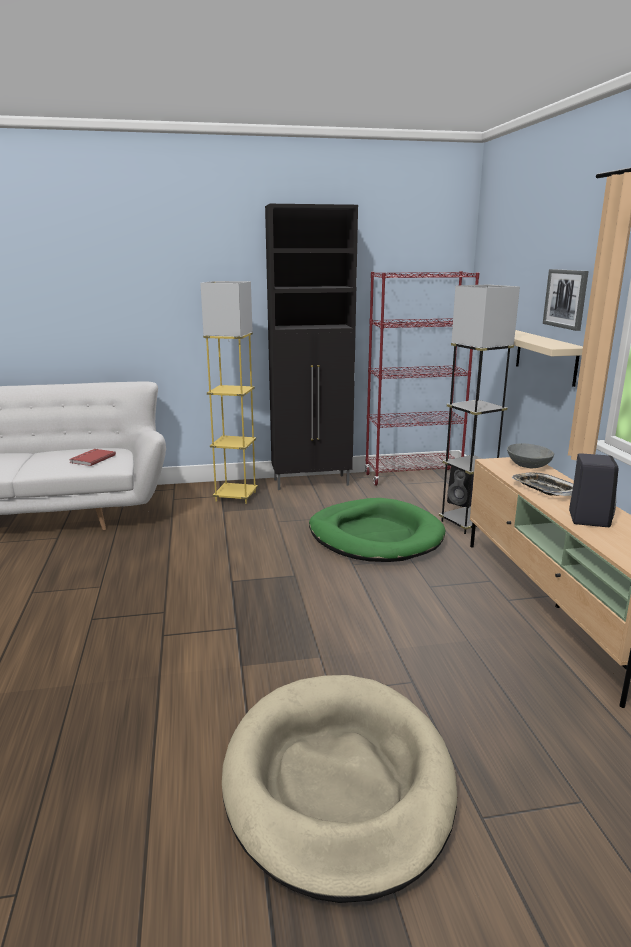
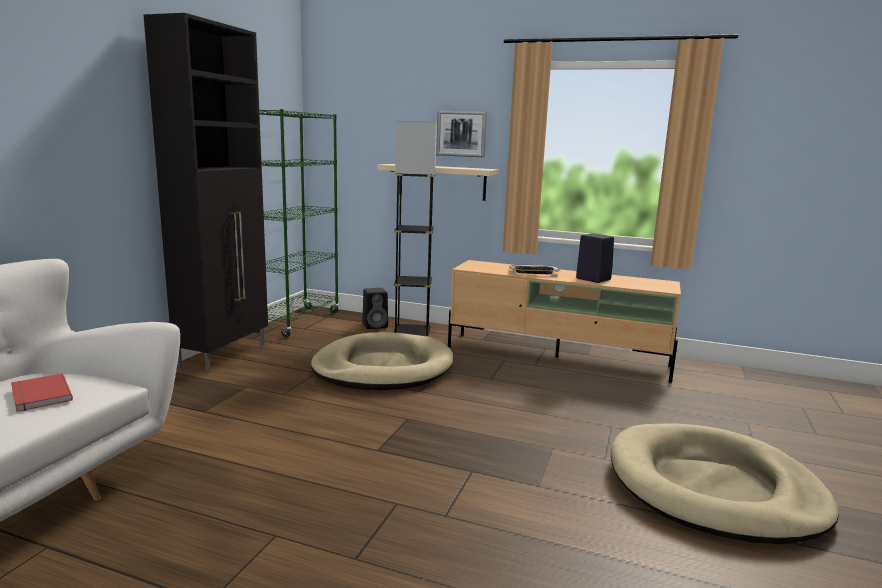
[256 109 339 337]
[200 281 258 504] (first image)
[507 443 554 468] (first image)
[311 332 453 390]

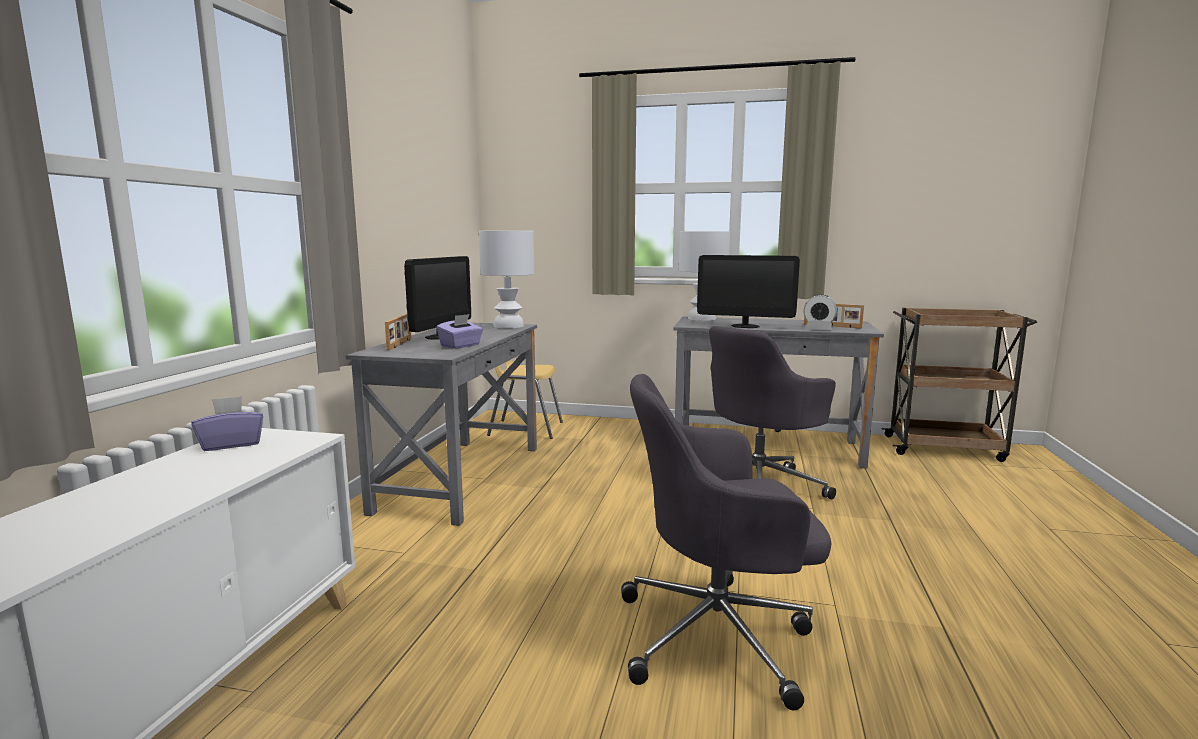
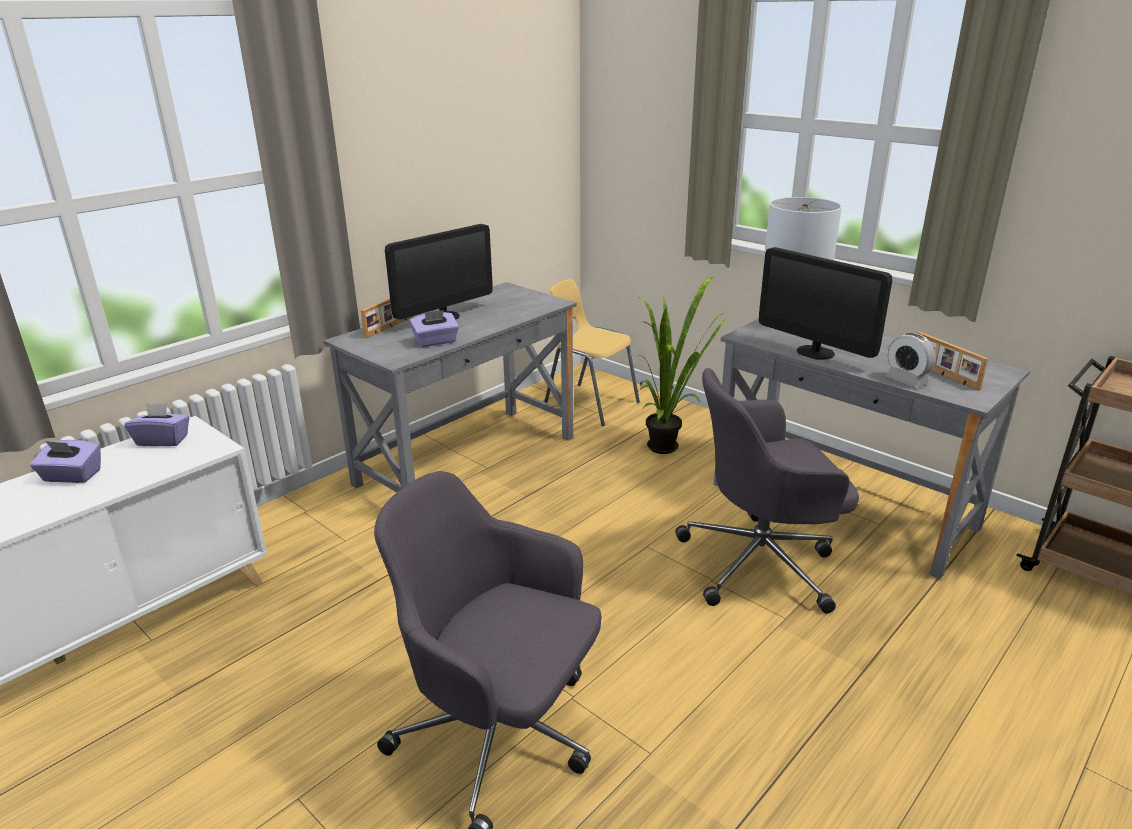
[479 231 535 329] (first image)
[638 276 726 454]
[30 440 101 483]

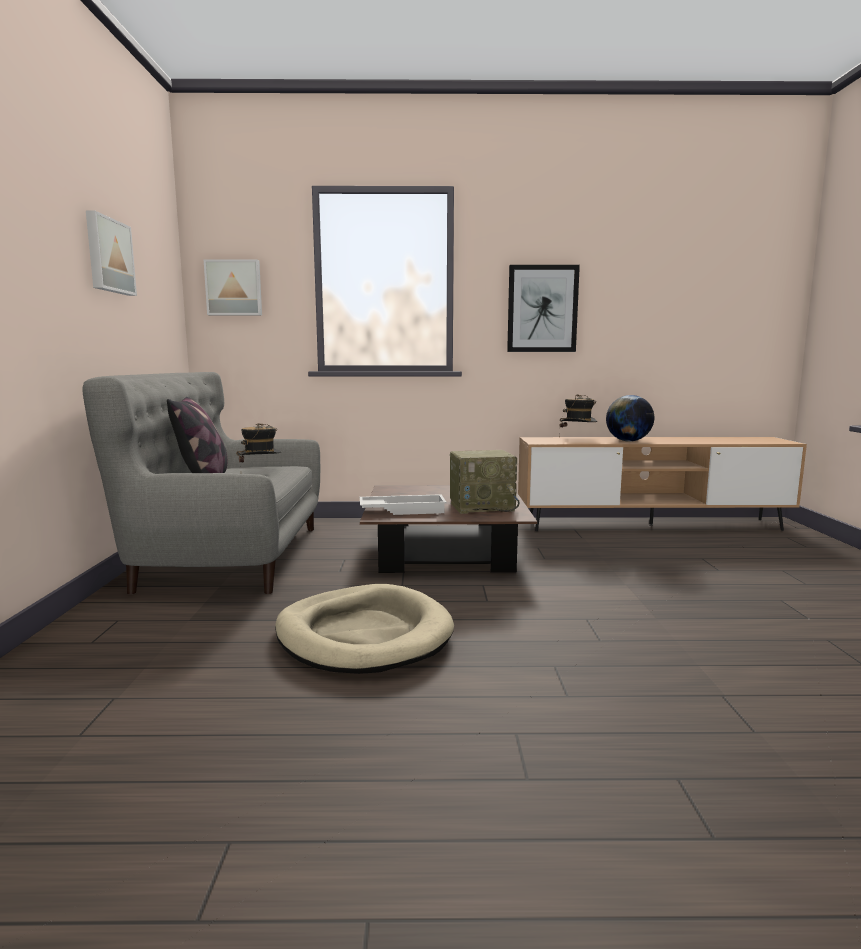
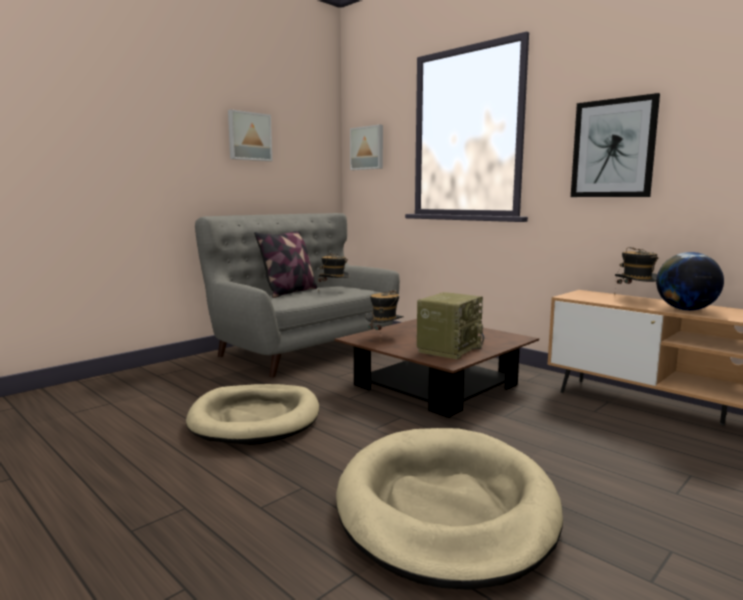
[417 292 484 359]
[366 291 404 342]
[336 428 563 590]

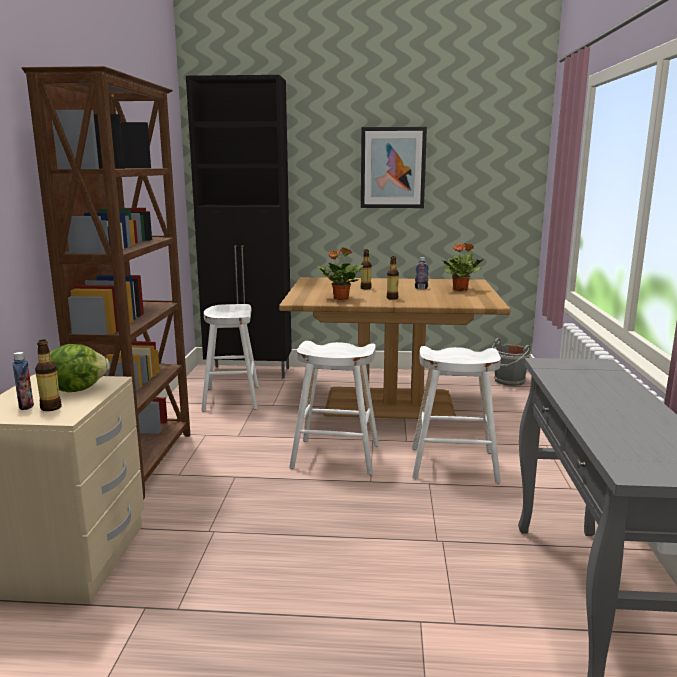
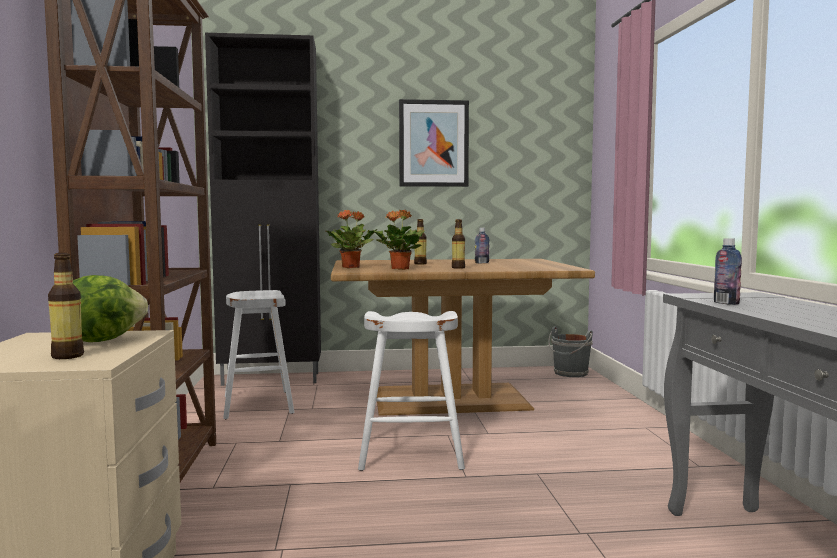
[326 210 377 268]
[412 346 501 483] (first image)
[714 238 742 305]

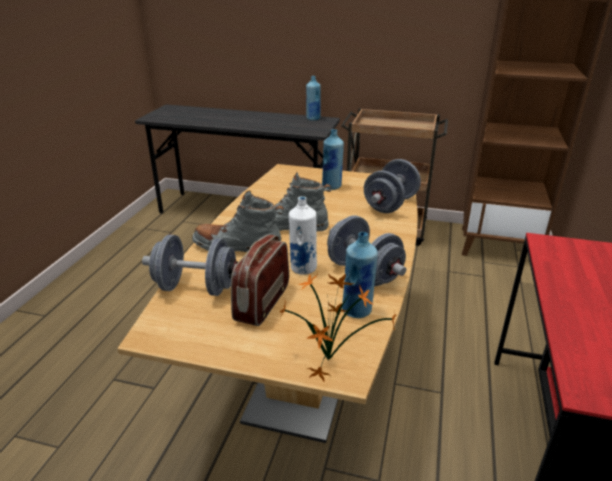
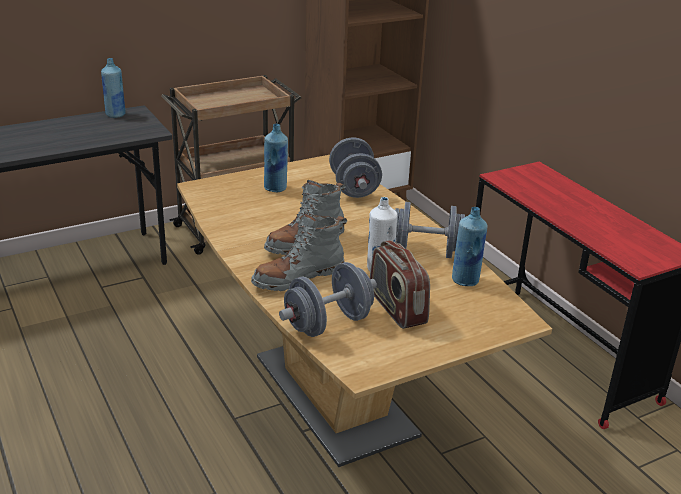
[277 274 397 382] (first image)

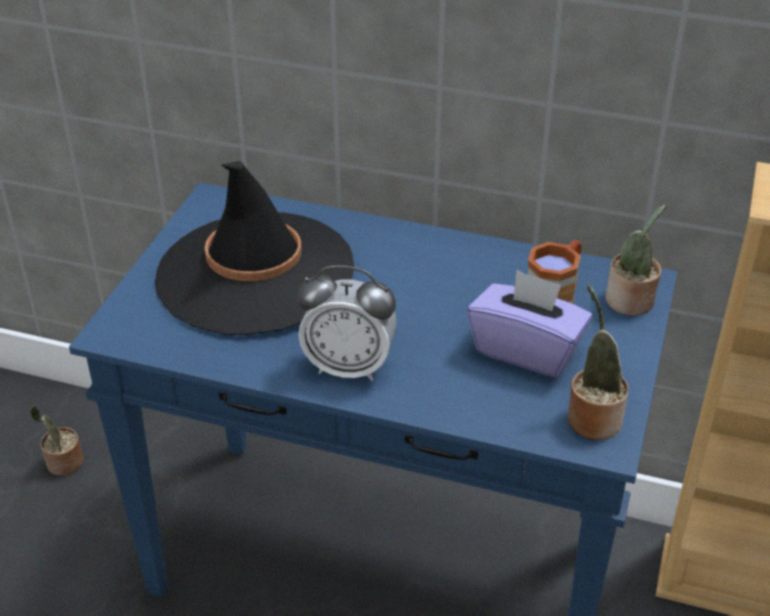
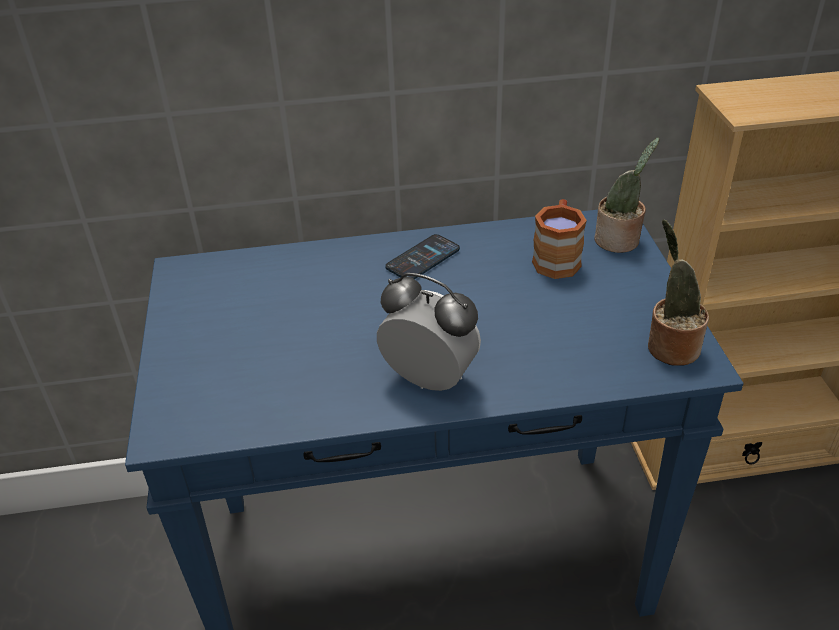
[155 161 354 335] (first image)
[377 273 481 391]
[467 270 592 377] (first image)
[30 405 83 476] (first image)
[385 234 460 279]

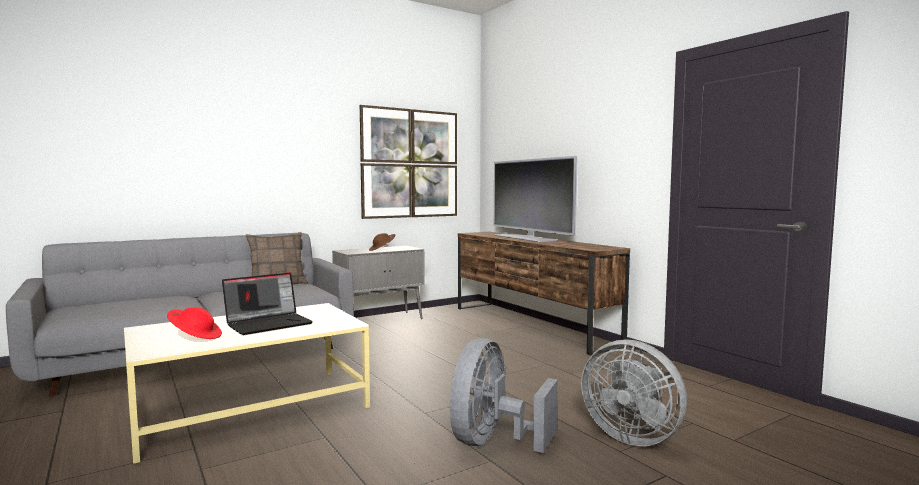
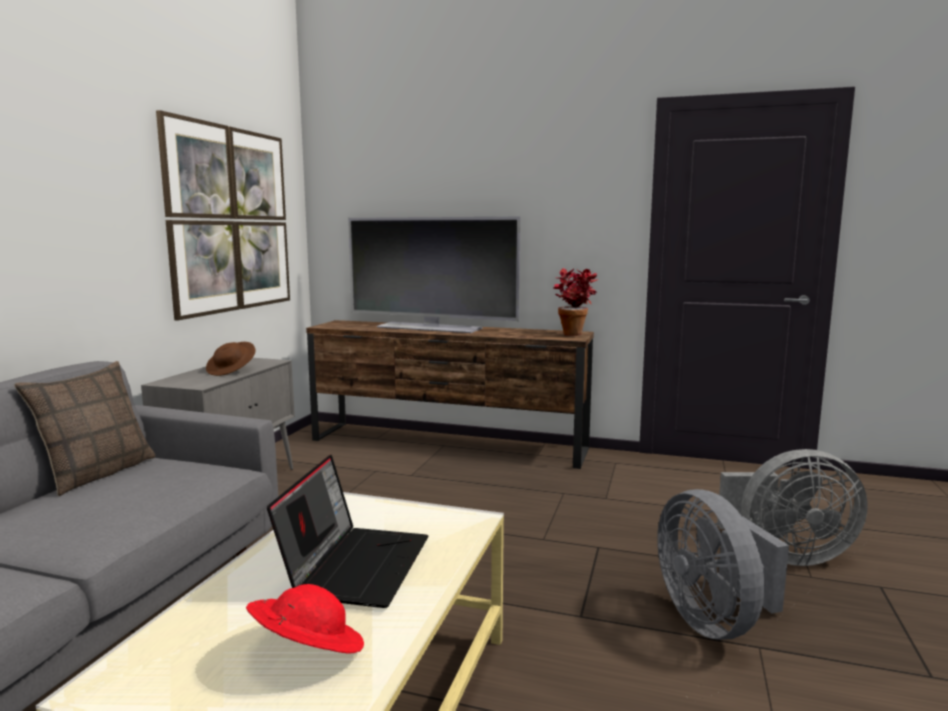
[553 268 597 336]

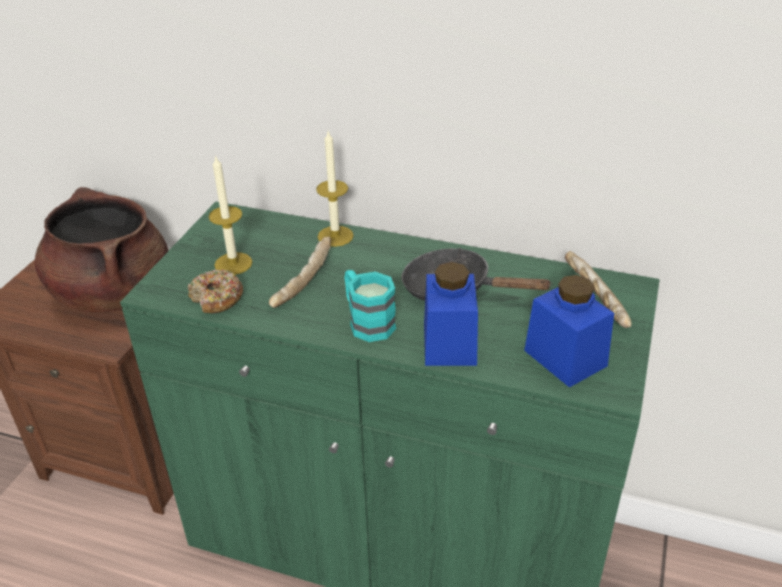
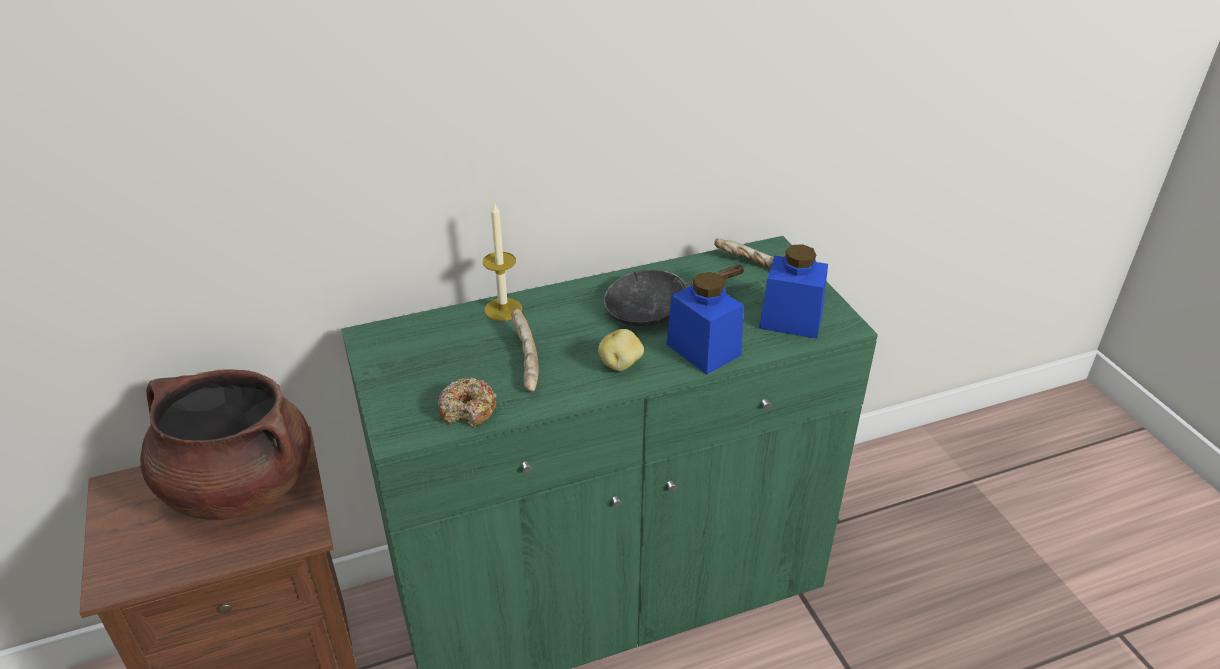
[208 155 252 275] (first image)
[598 329 644 371]

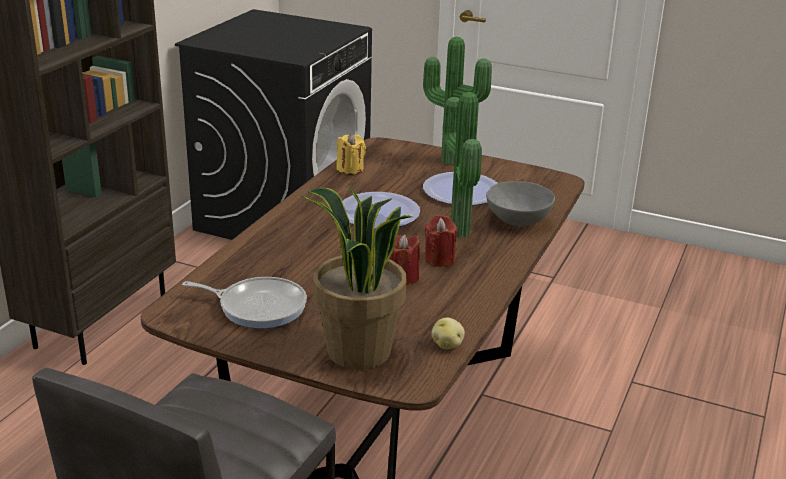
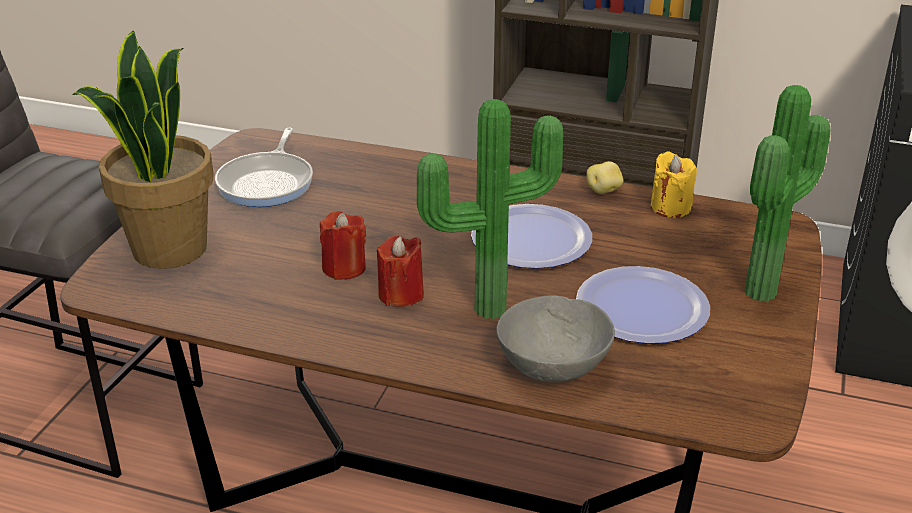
[587 161 623 194]

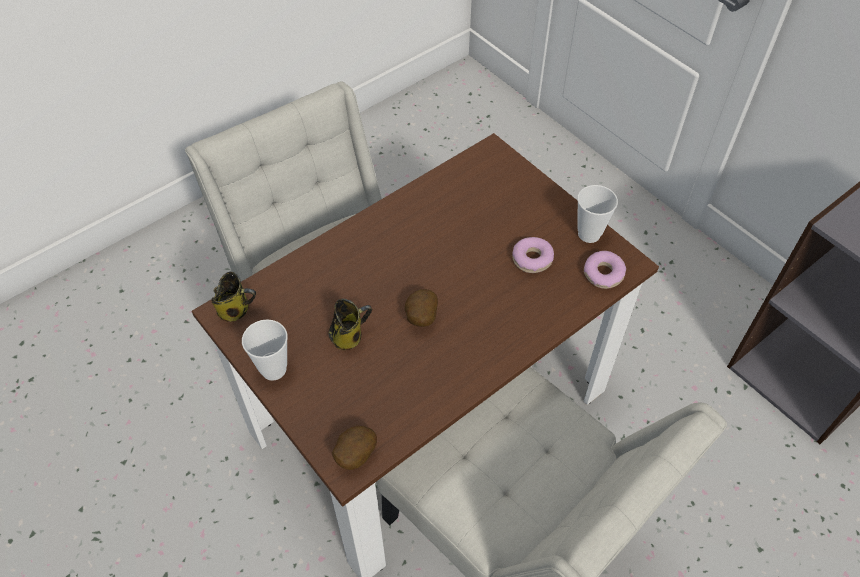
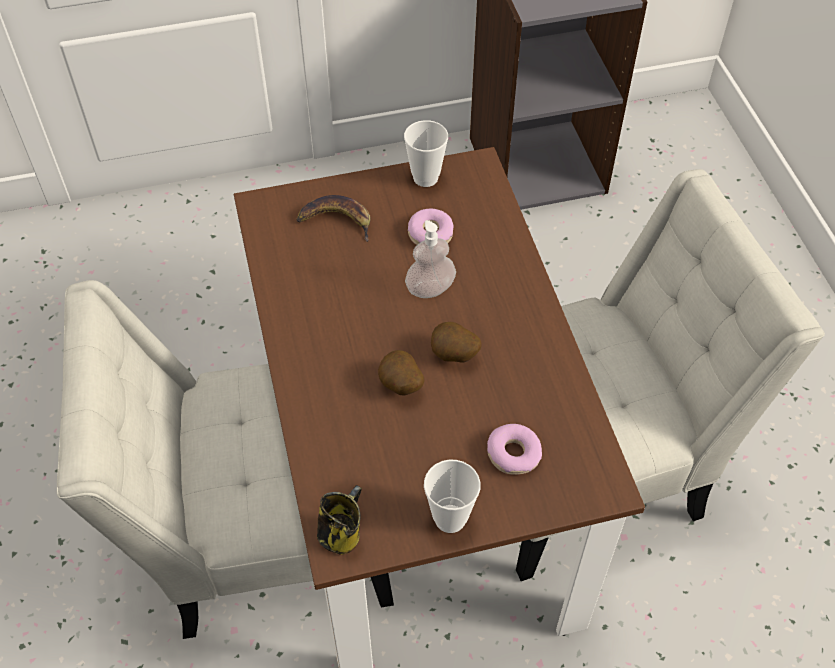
[487 424 542 475]
[328 299 372 350] (first image)
[378 350 425 395]
[296 195 371 242]
[405 220 456 298]

